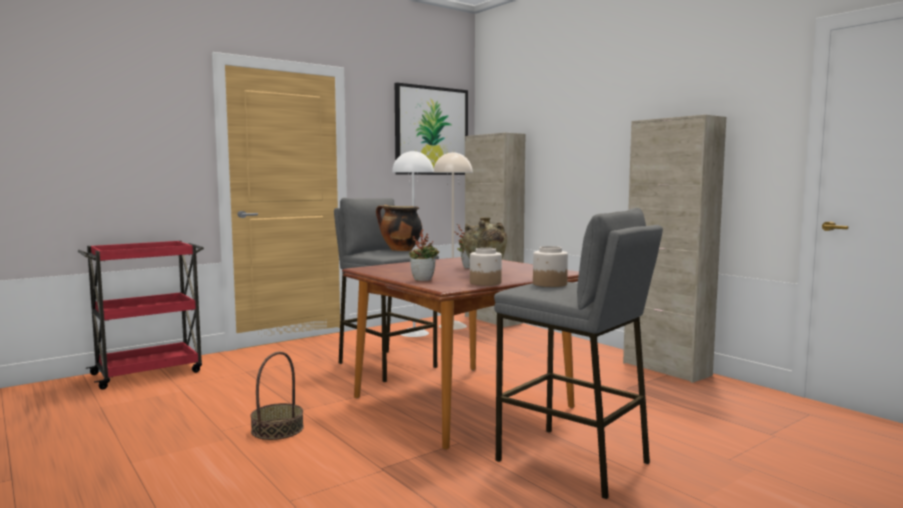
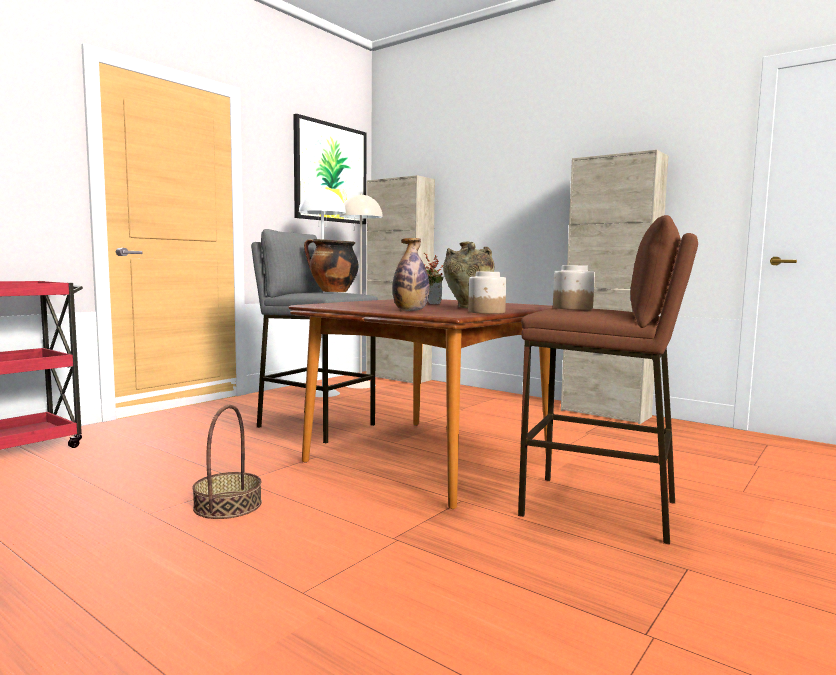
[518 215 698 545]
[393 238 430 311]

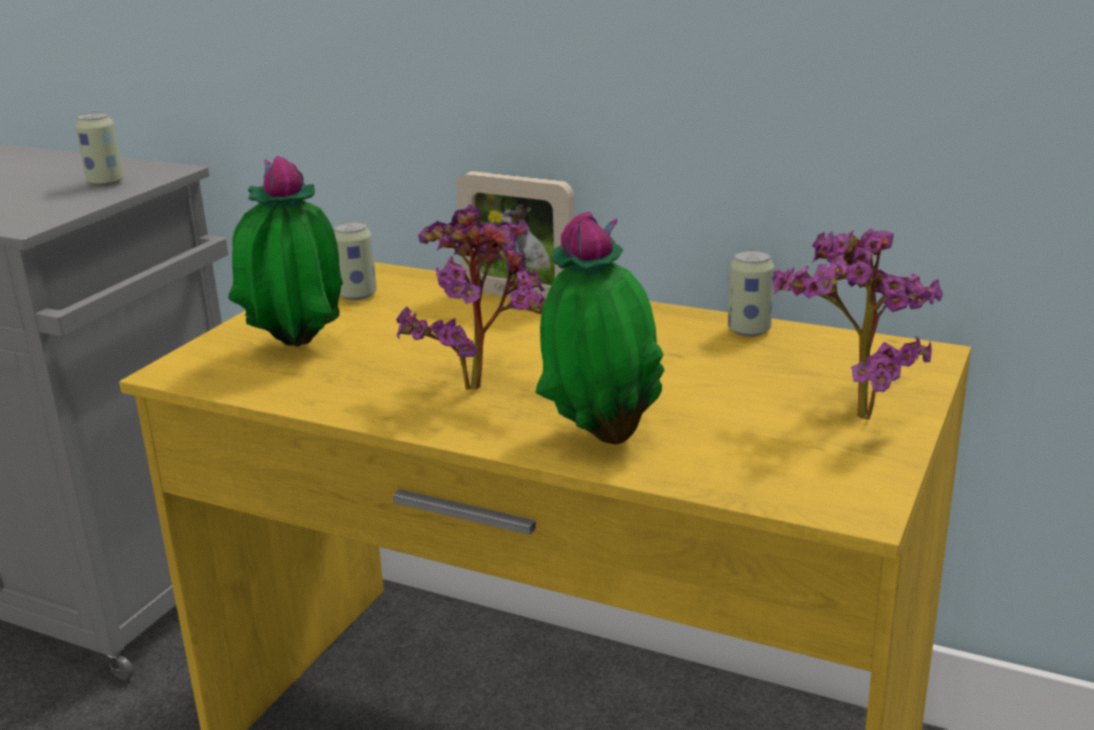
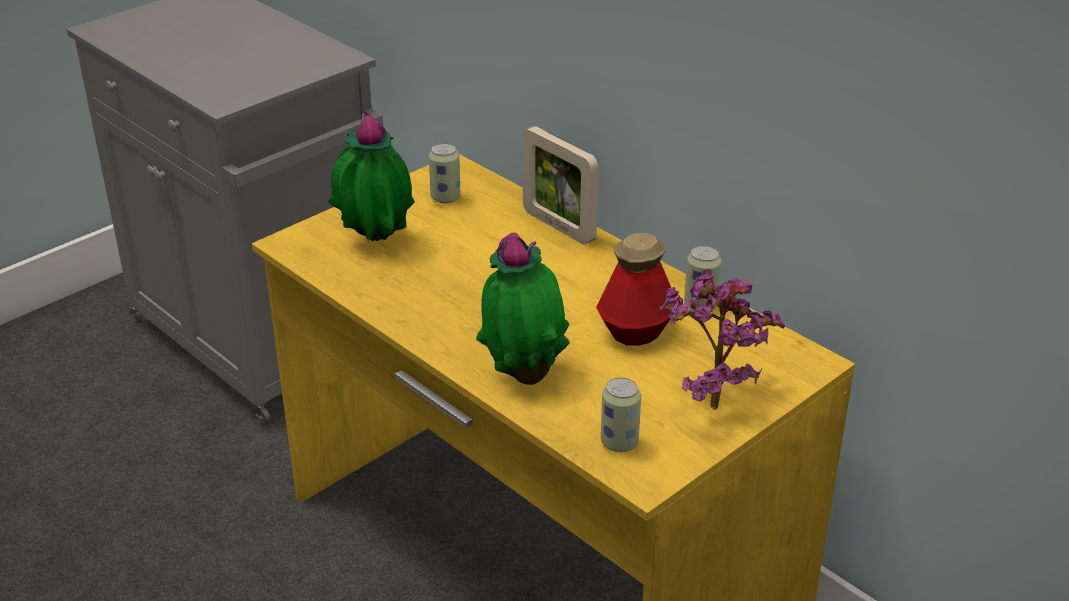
[601 377 641 452]
[396 205 545 390] (first image)
[596 233 671 346]

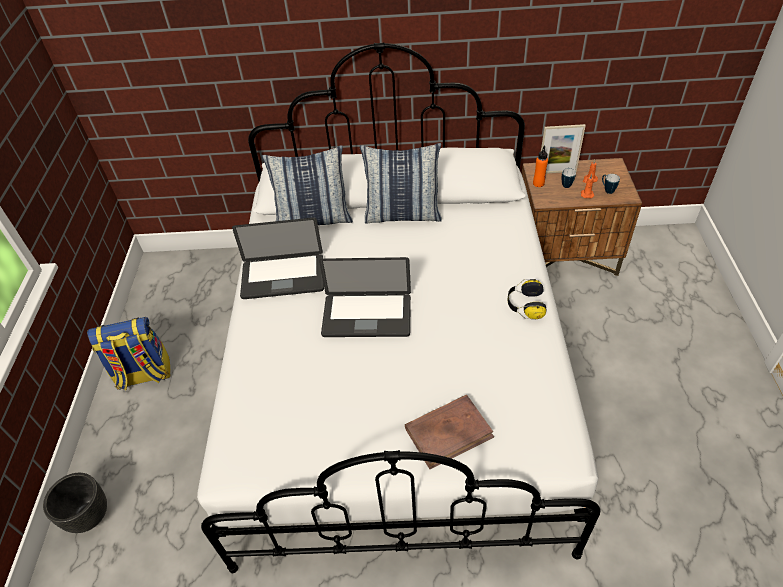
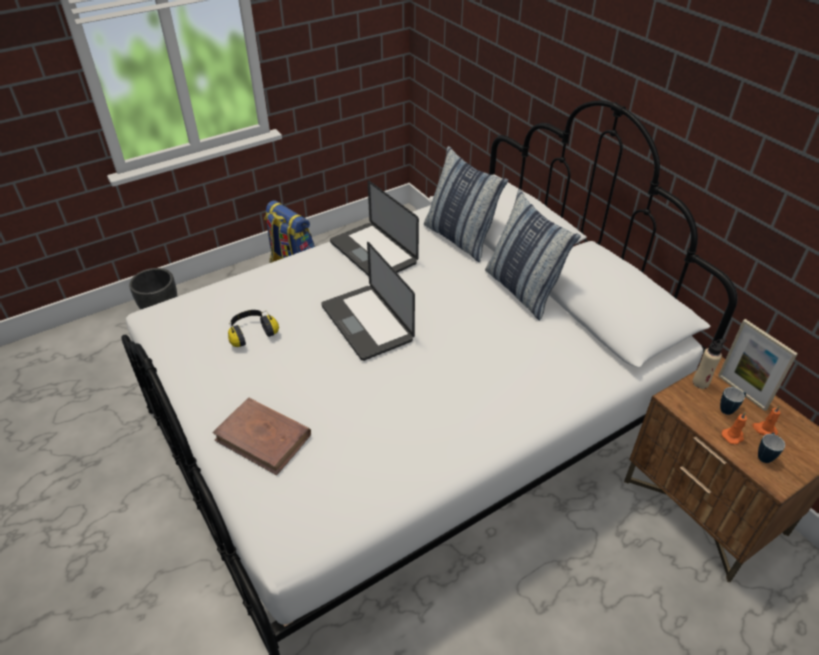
[692 338 727 389]
[228 310 279 347]

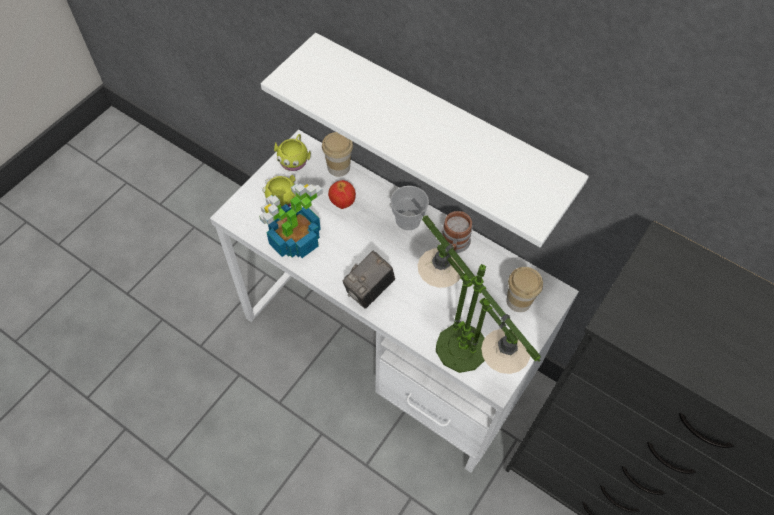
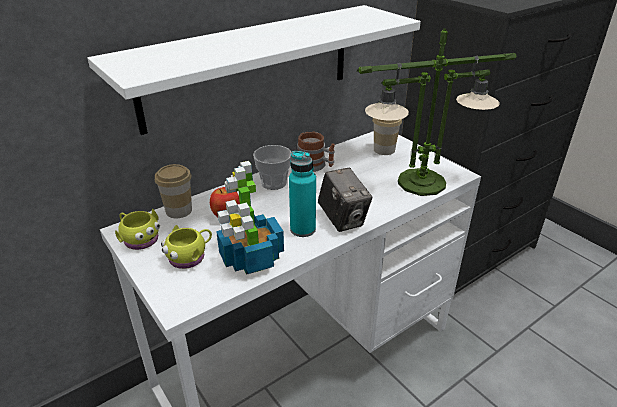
[289 151 316 237]

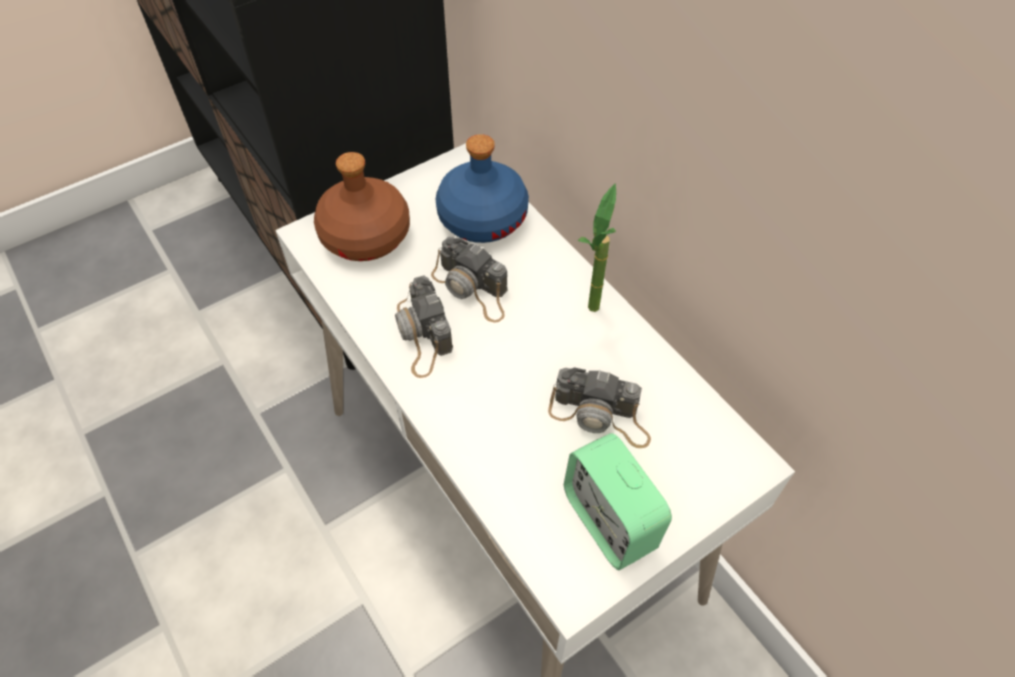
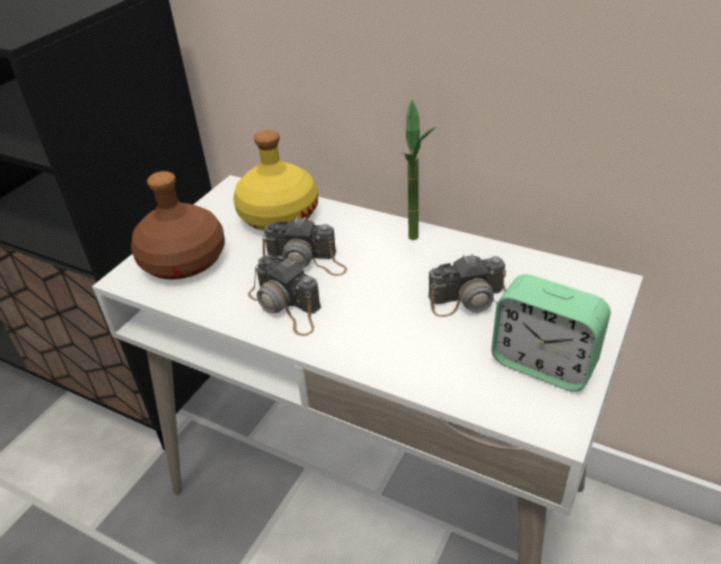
[233 130 318 230]

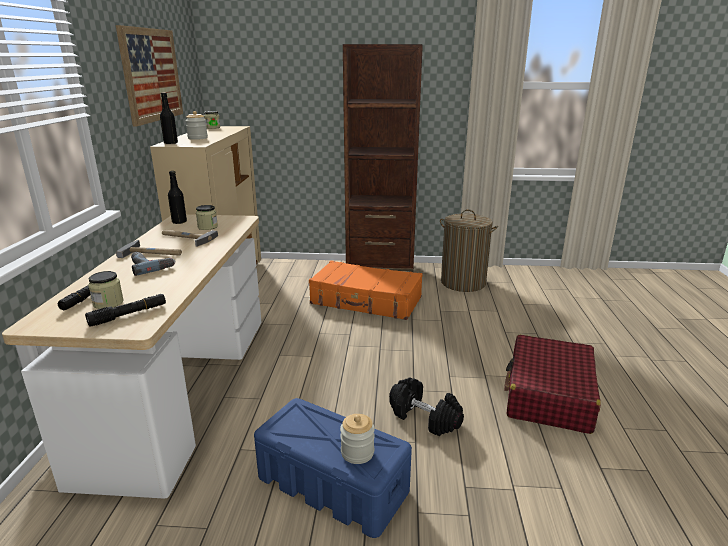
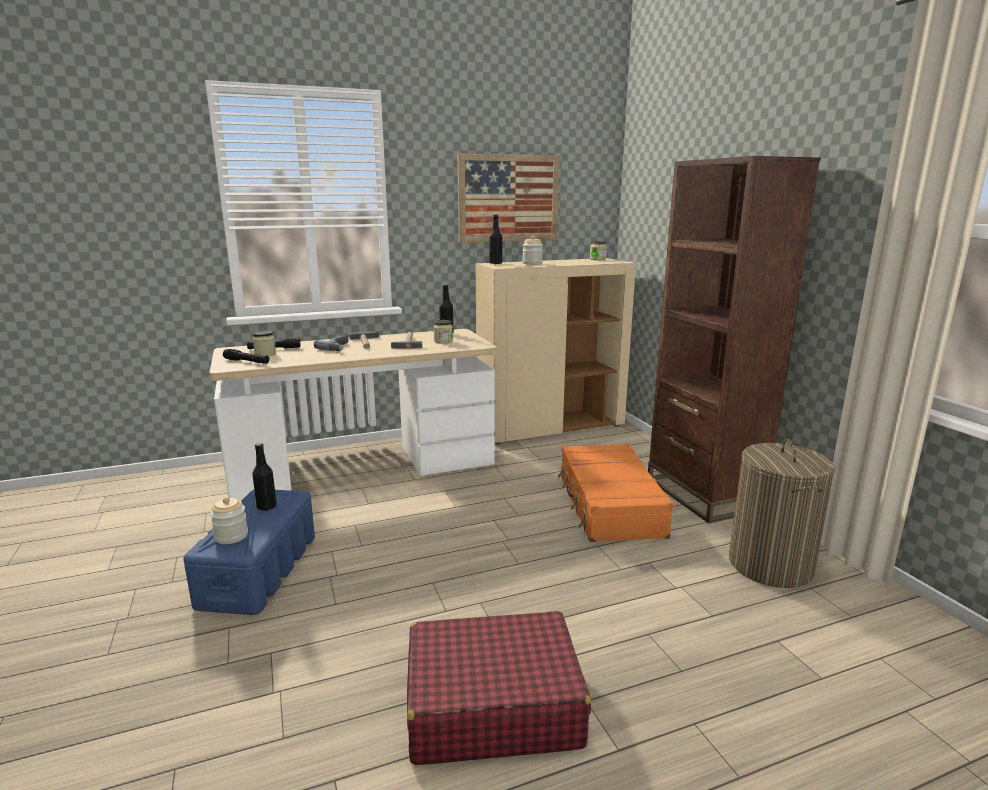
[389 377 464 436] (first image)
[252 443 277 511]

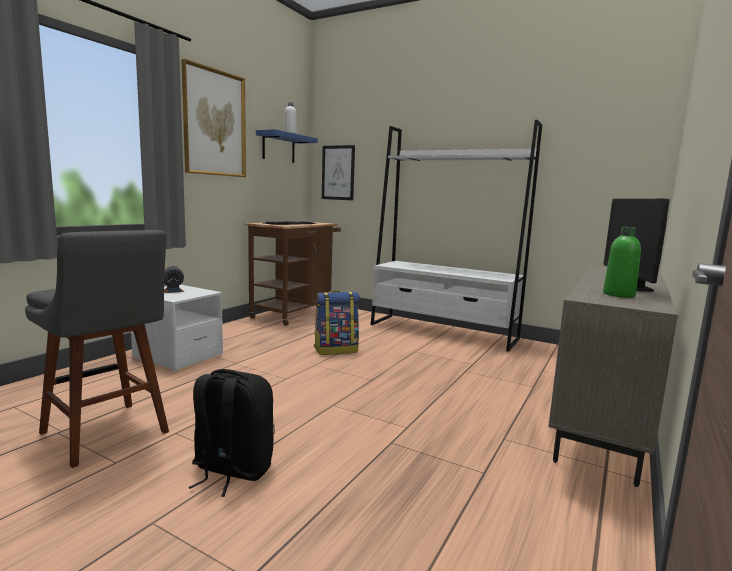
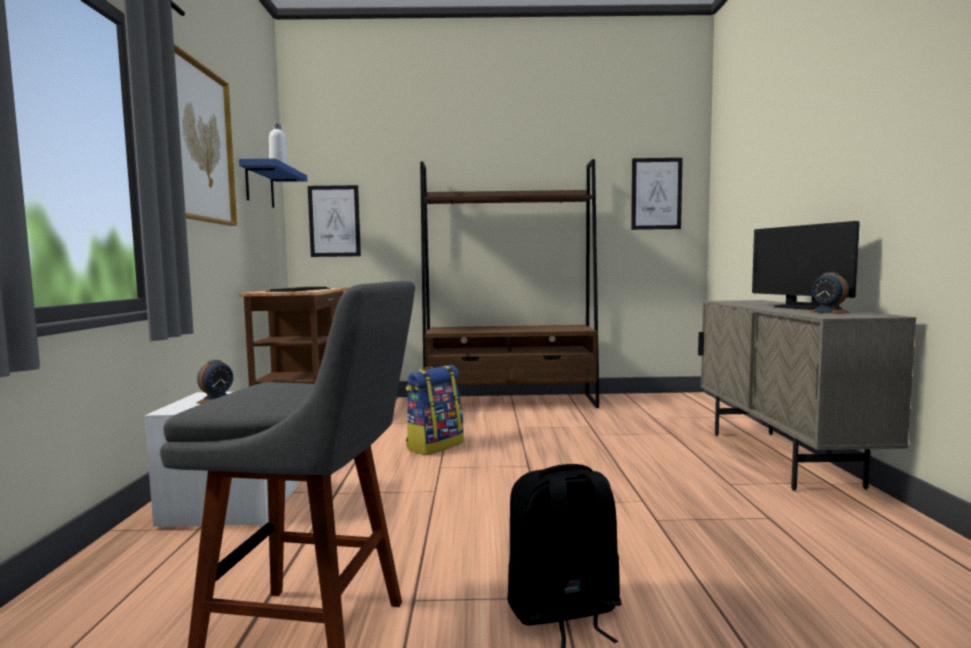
[420 159 599 408]
[809 272 850 314]
[631 158 683 230]

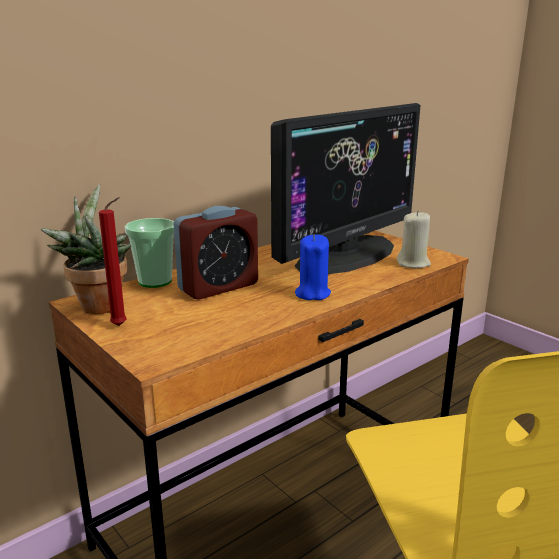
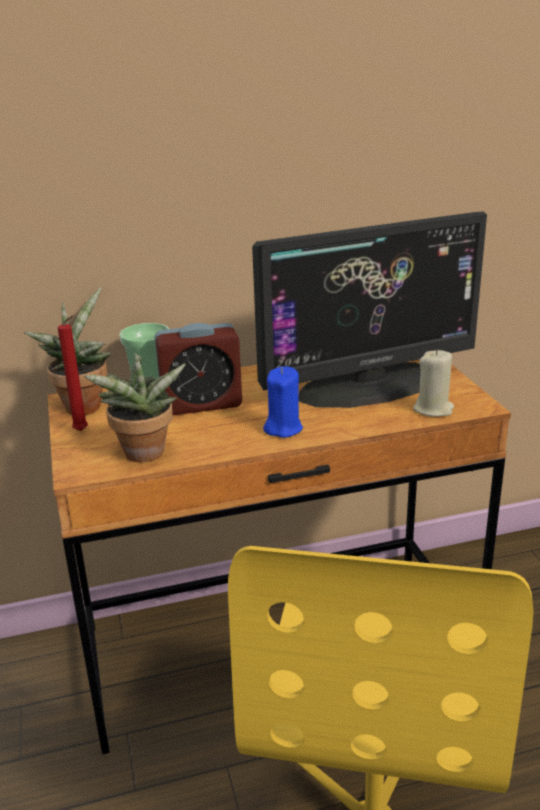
[83 353 186 462]

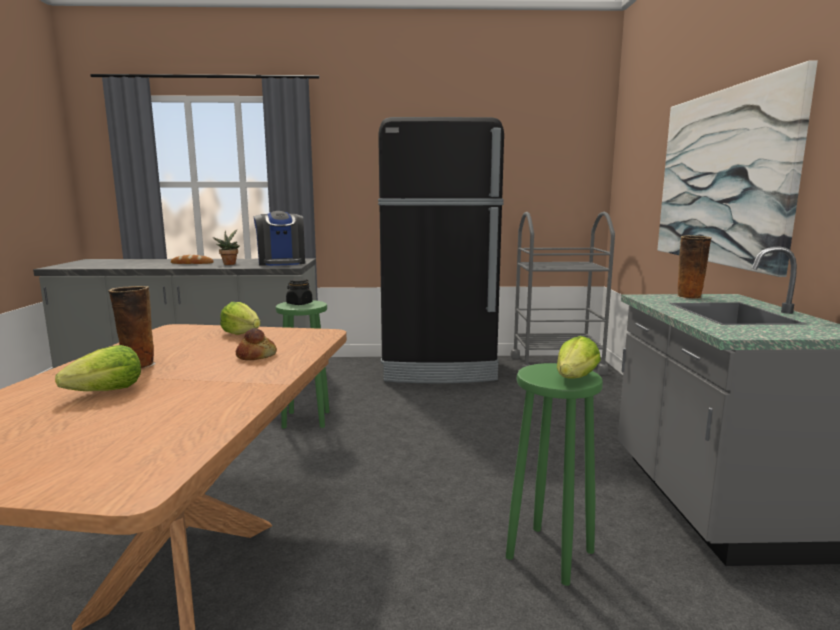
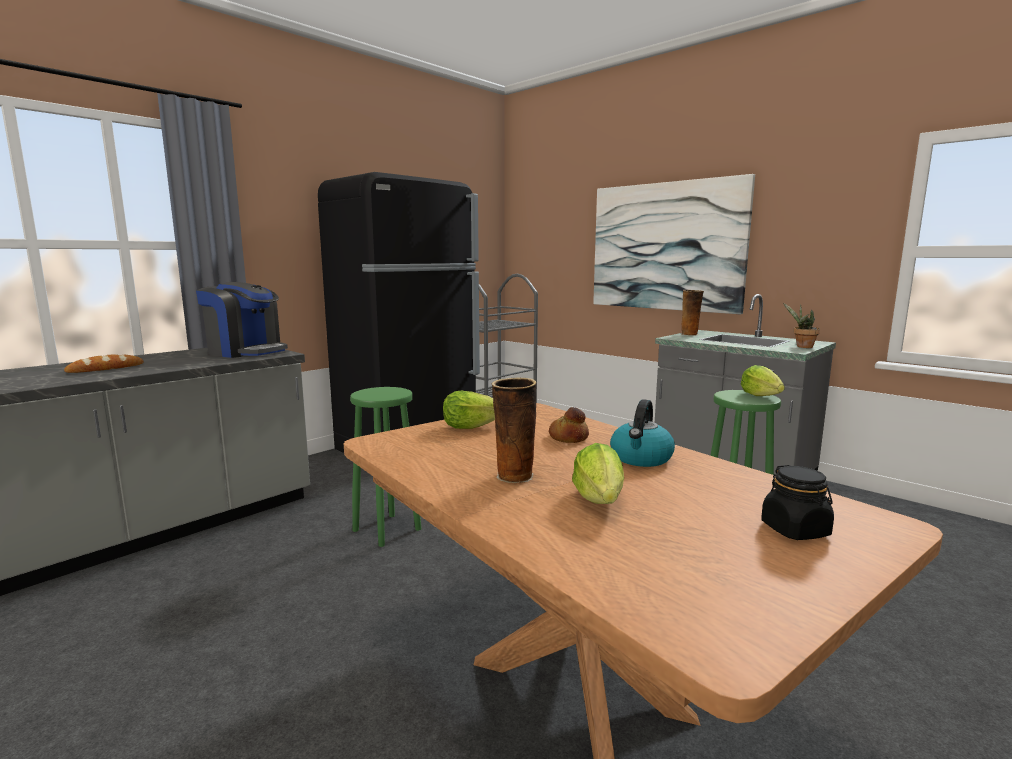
[783 303 820 348]
[761 465 834 540]
[610 399 675 467]

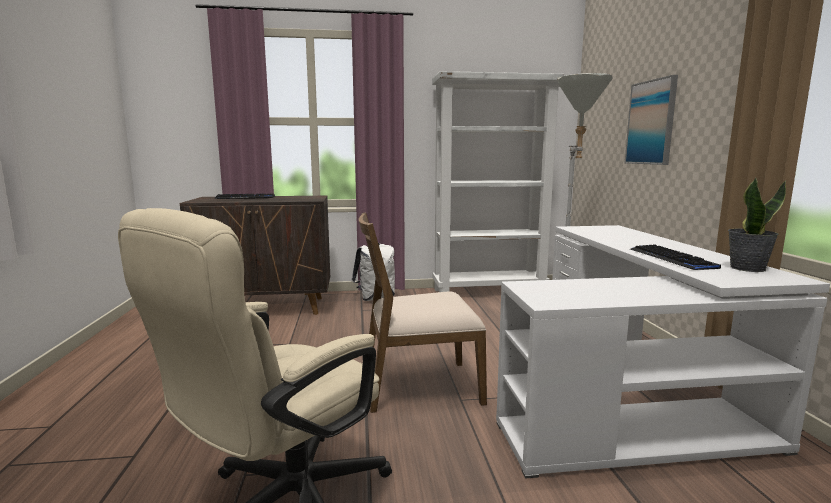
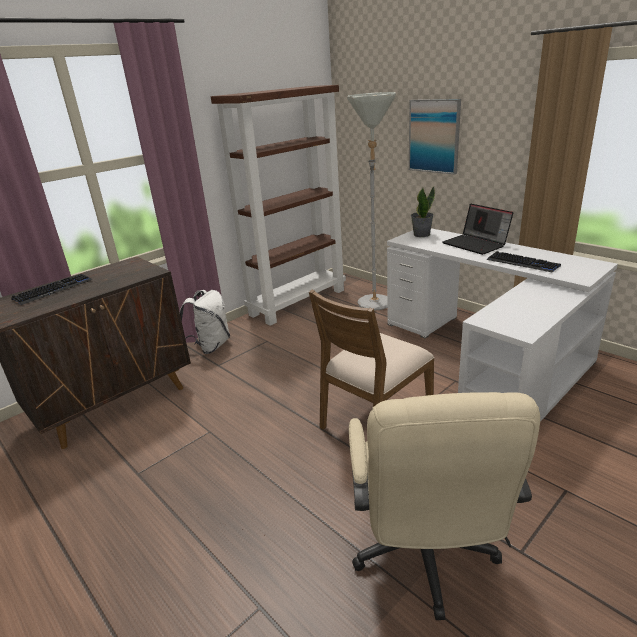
[211 85 346 326]
[411 186 435 237]
[442 204 513 255]

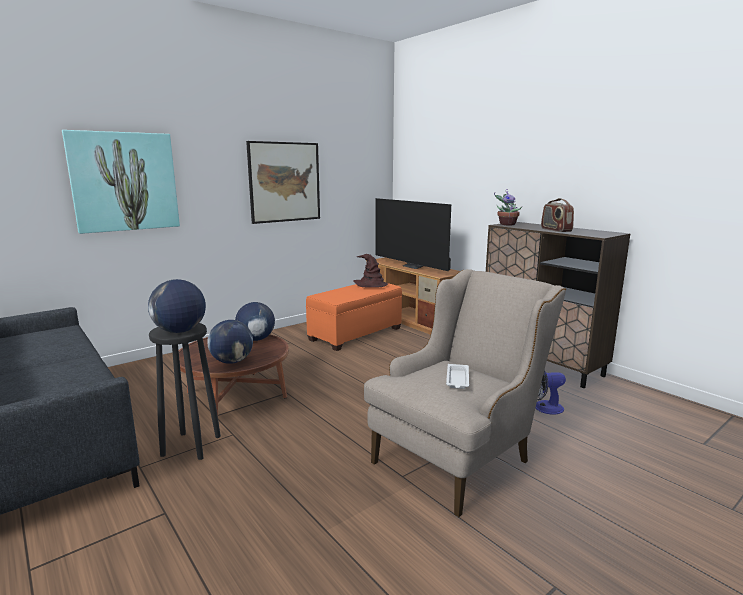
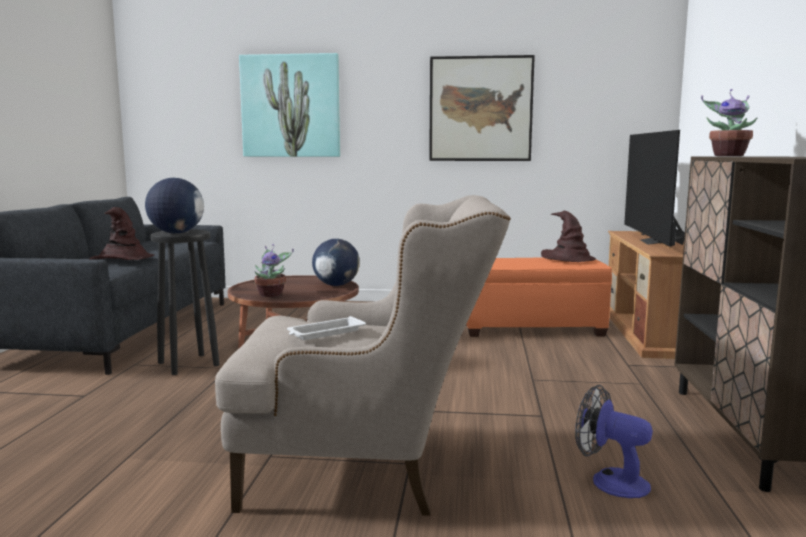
[541 198 574 232] (first image)
[254 244 294 297]
[89 207 154 260]

